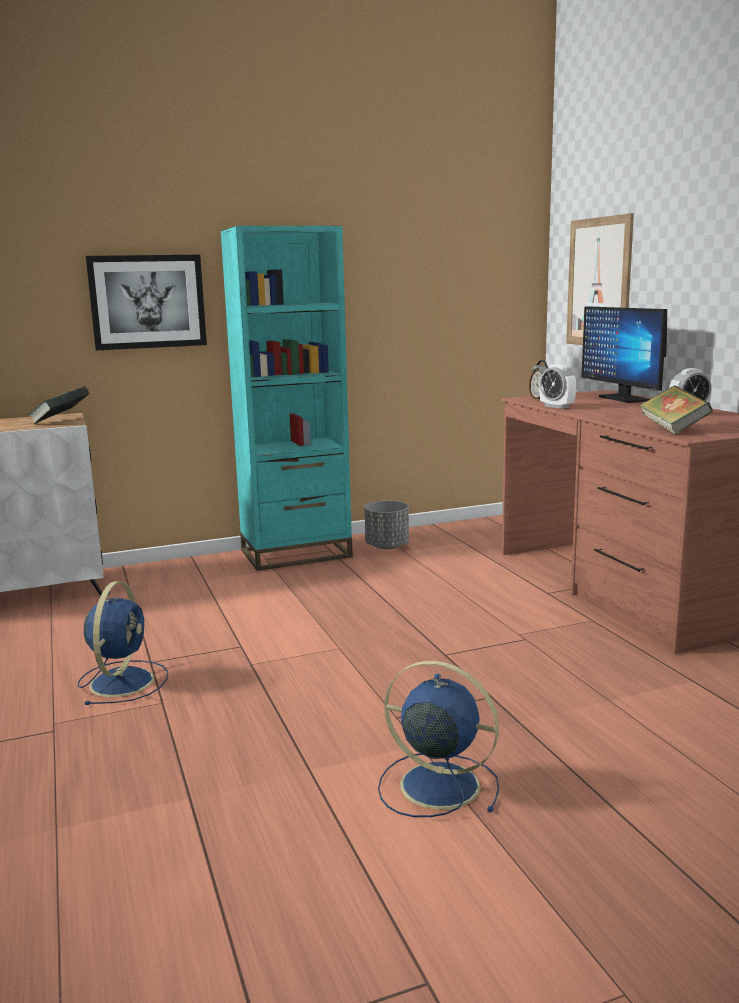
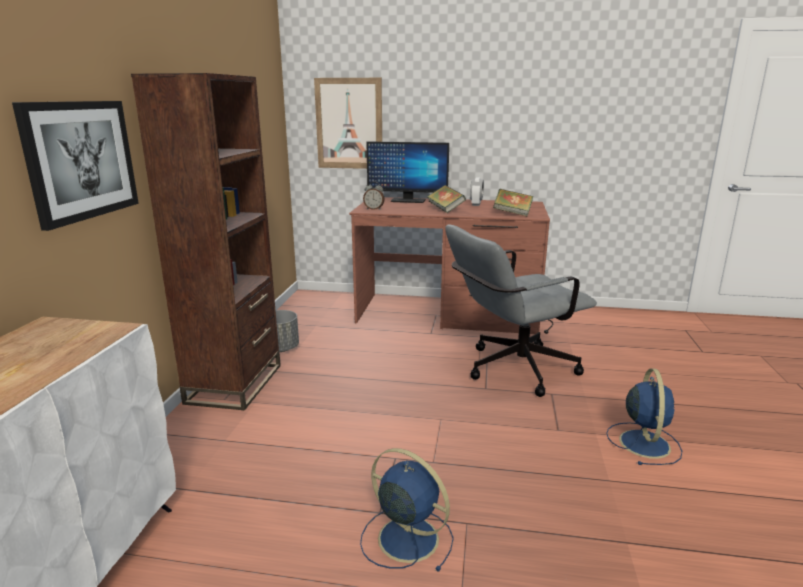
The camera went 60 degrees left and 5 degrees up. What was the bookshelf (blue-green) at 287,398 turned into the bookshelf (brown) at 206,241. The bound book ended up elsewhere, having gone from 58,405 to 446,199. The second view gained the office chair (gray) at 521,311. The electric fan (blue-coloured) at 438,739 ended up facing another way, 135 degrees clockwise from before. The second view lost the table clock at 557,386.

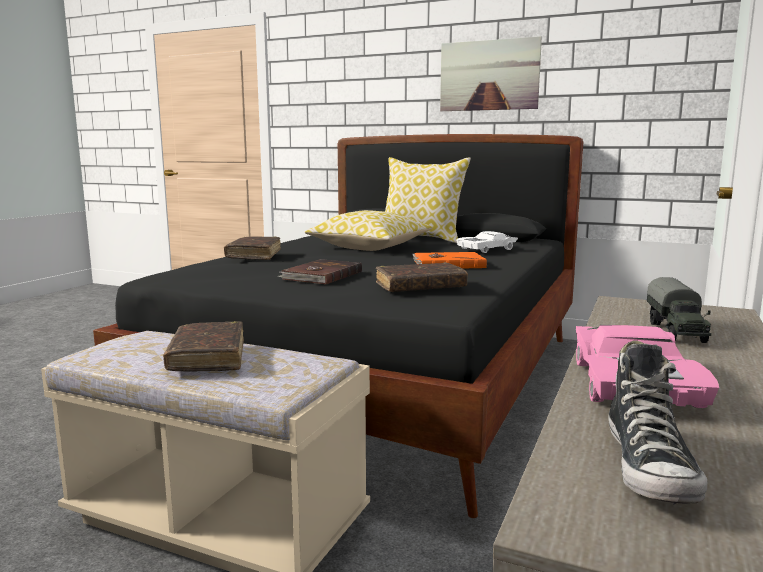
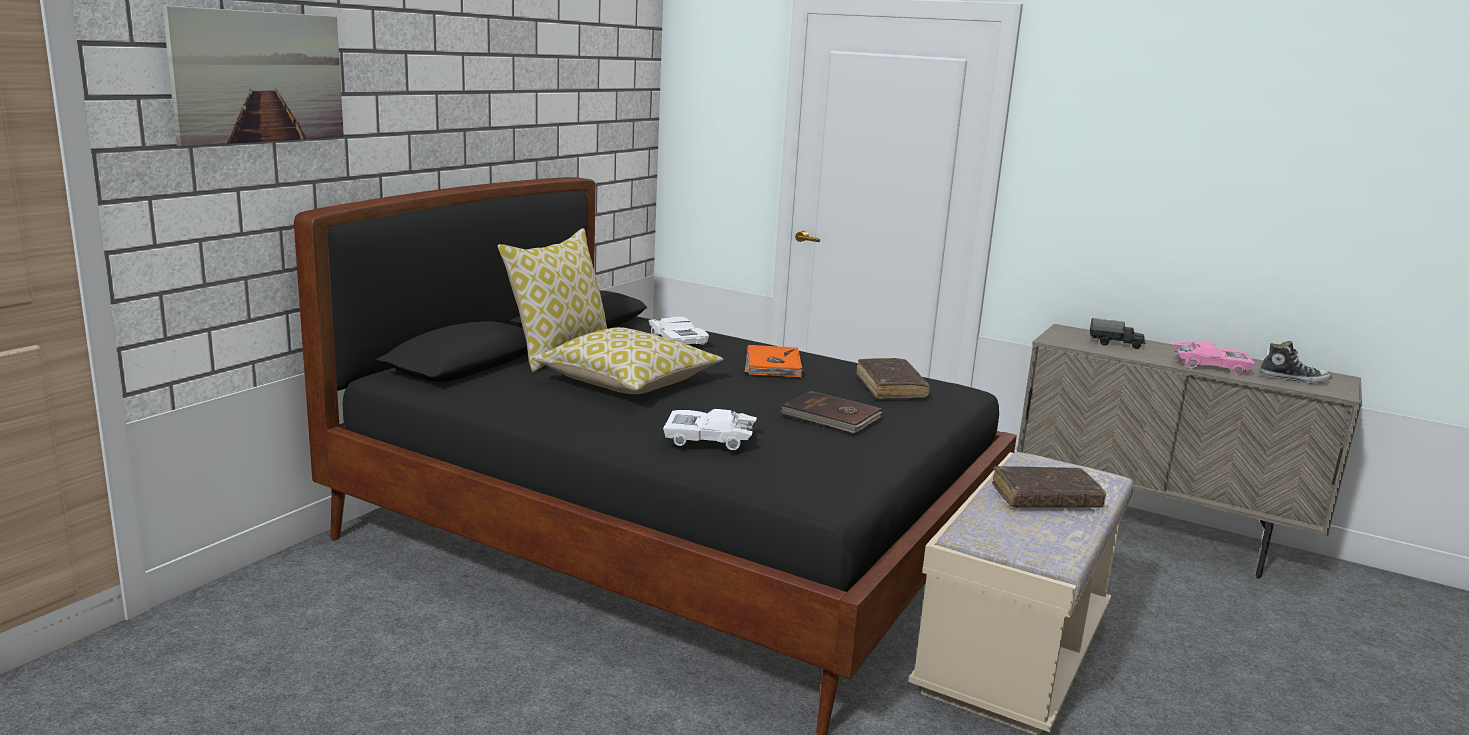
The camera went 85 degrees left and 5 degrees up. The wall picture ended up elsewhere, having gone from 491,73 to 253,75. Where the bound book (brown) stood at 252,248, the model car (white) came to stand at 710,429.

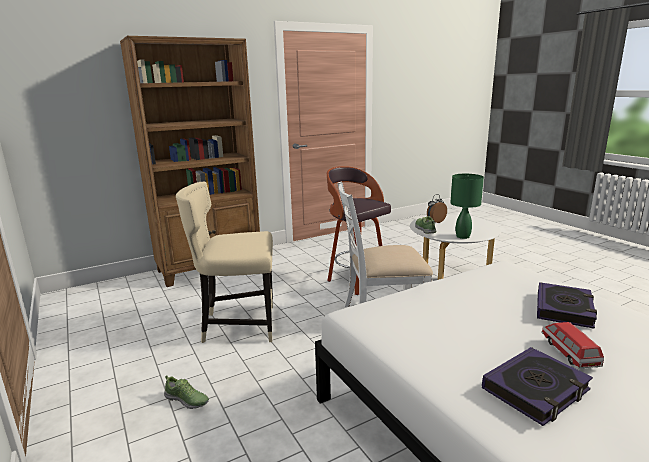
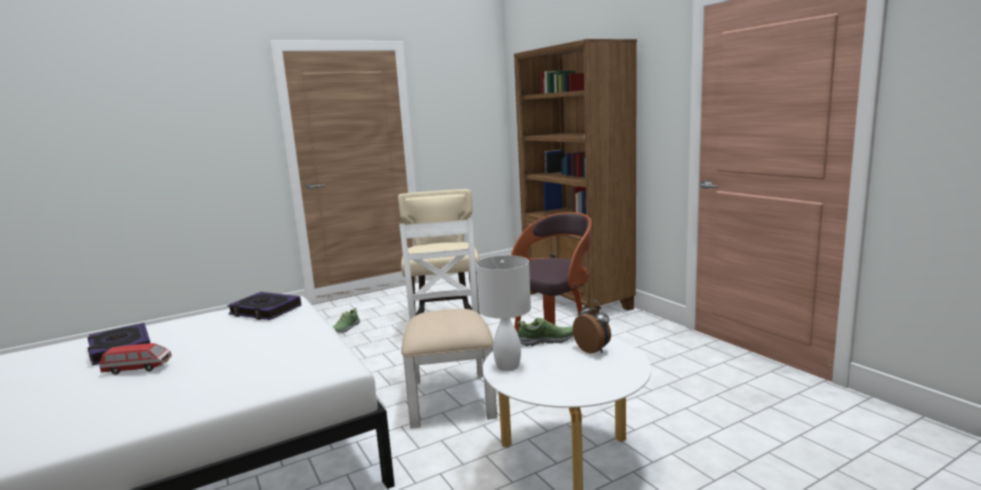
The camera went 90 degrees right and 5 degrees down. The bound book ended up elsewhere, having gone from 567,305 to 264,306. What was the table lamp (greenish) at 467,206 turned into the table lamp (white) at 503,313.

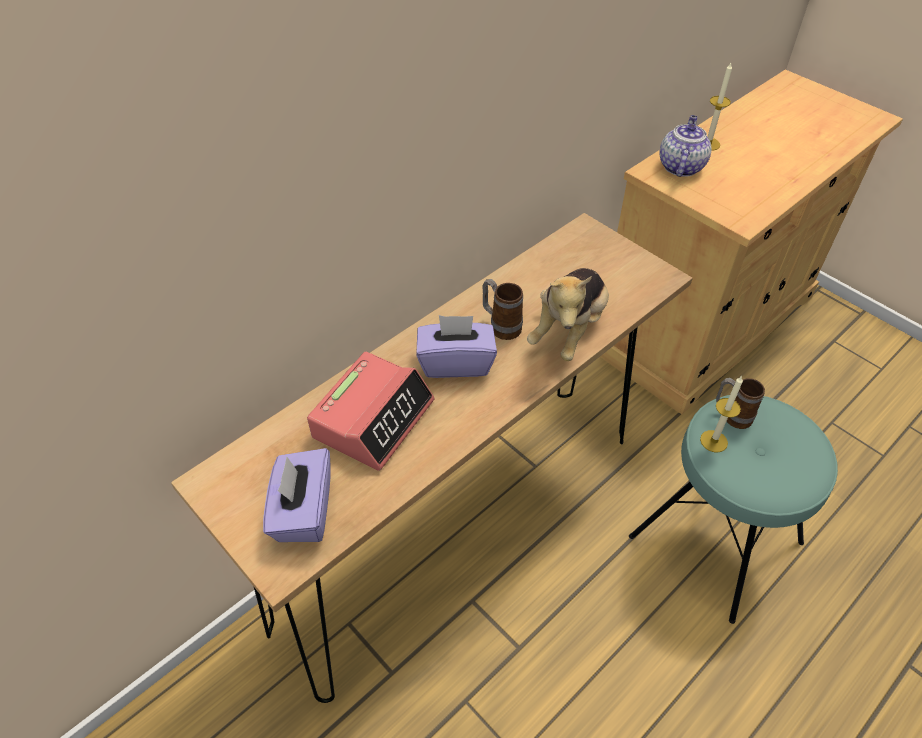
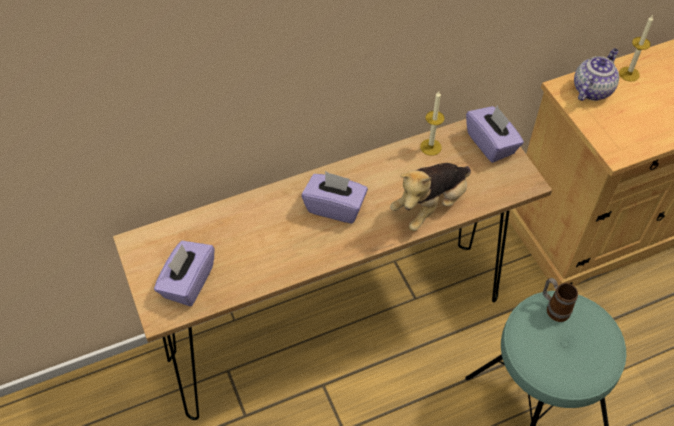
The camera went 20 degrees right and 5 degrees up. The wax light ended up elsewhere, having gone from 721,414 to 432,123. The second view gained the tissue box (purple) at 495,134. The second view lost the table clock at 371,411. The second view lost the mug at 502,309.

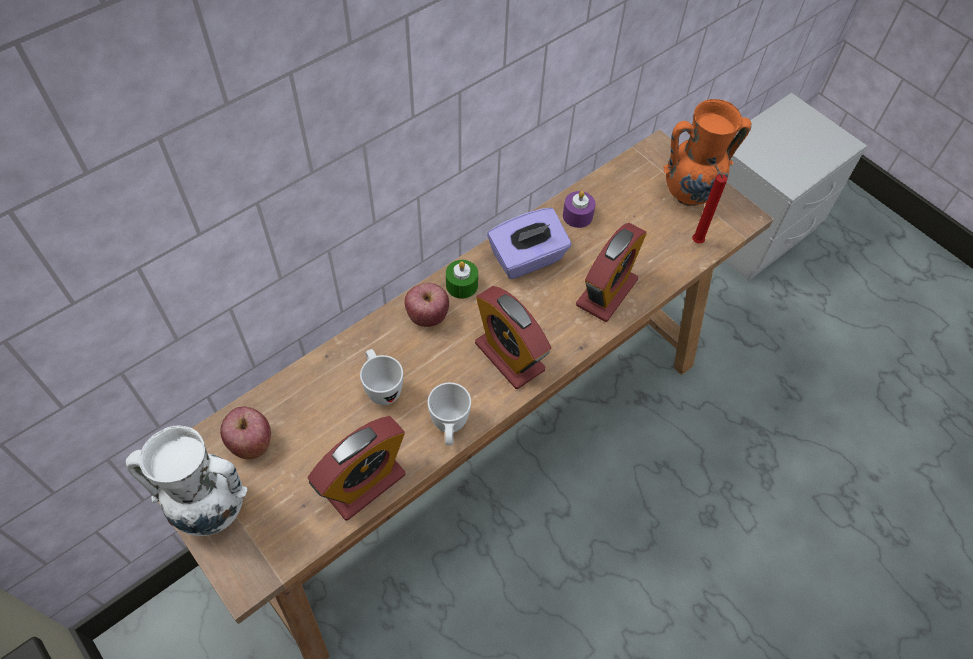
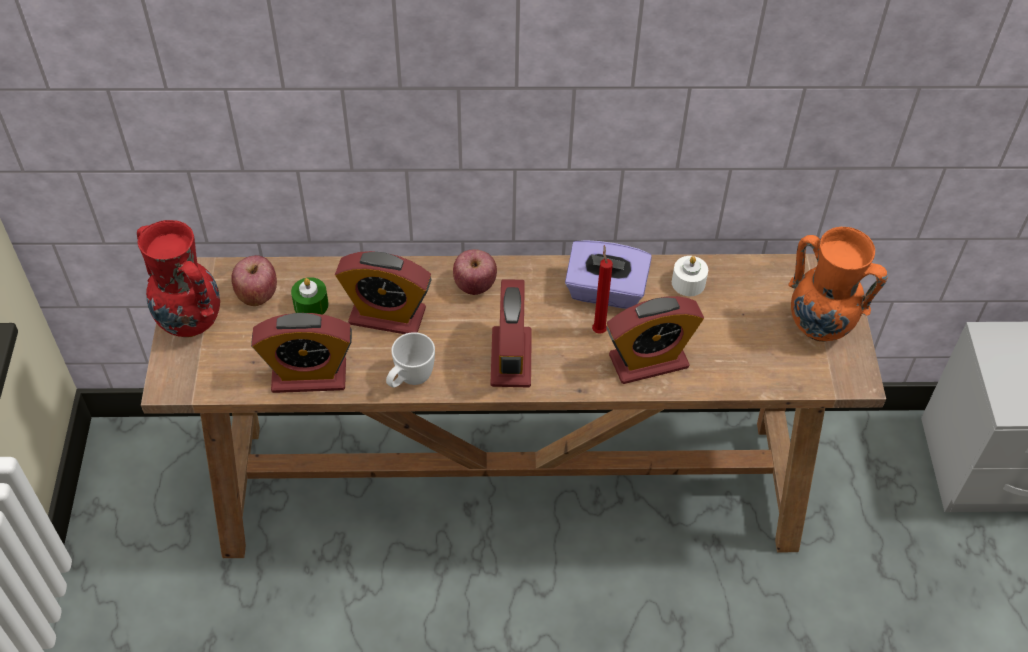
The camera went 40 degrees right and 5 degrees down. What was the decorative vase (white) at 186,480 turned into the decorative vase (reddish) at 178,279. The wax light (greenish) ended up elsewhere, having gone from 462,279 to 310,296. Where the mug (white) stood at 381,377, the table clock came to stand at 383,292. The wax light (reddish) ended up elsewhere, having gone from 709,203 to 602,289. What was the wax light (purple) at 579,209 turned into the wax light (white) at 690,276.

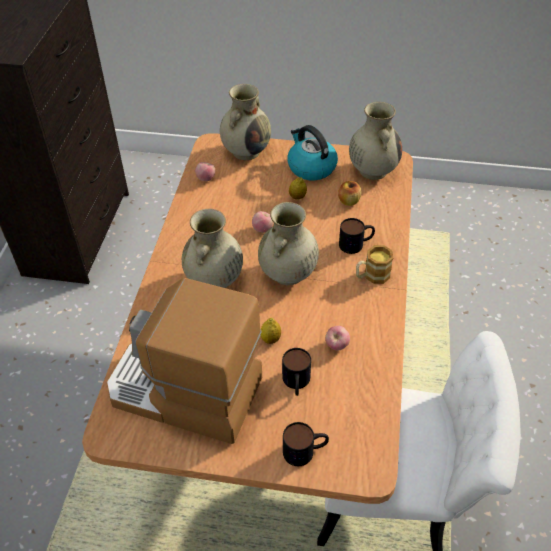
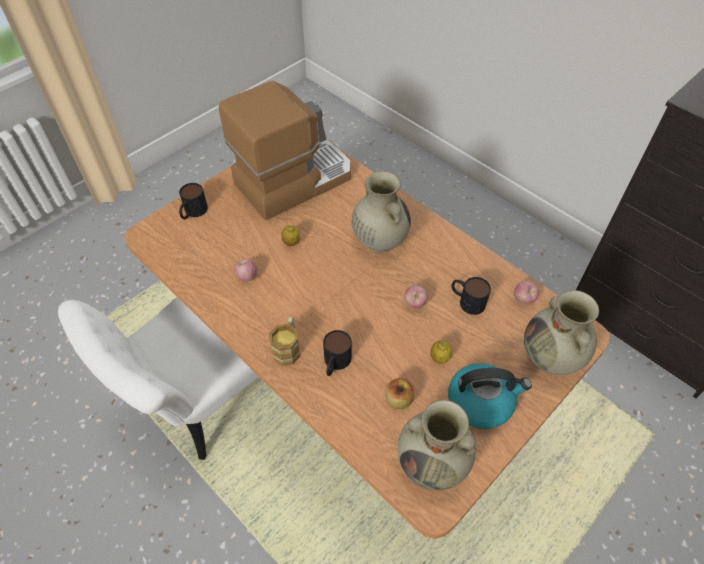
The camera went 125 degrees right and 5 degrees up. The mug ended up elsewhere, having gone from 296,372 to 471,296. The second view lost the decorative vase (sand-coloured) at 288,243.

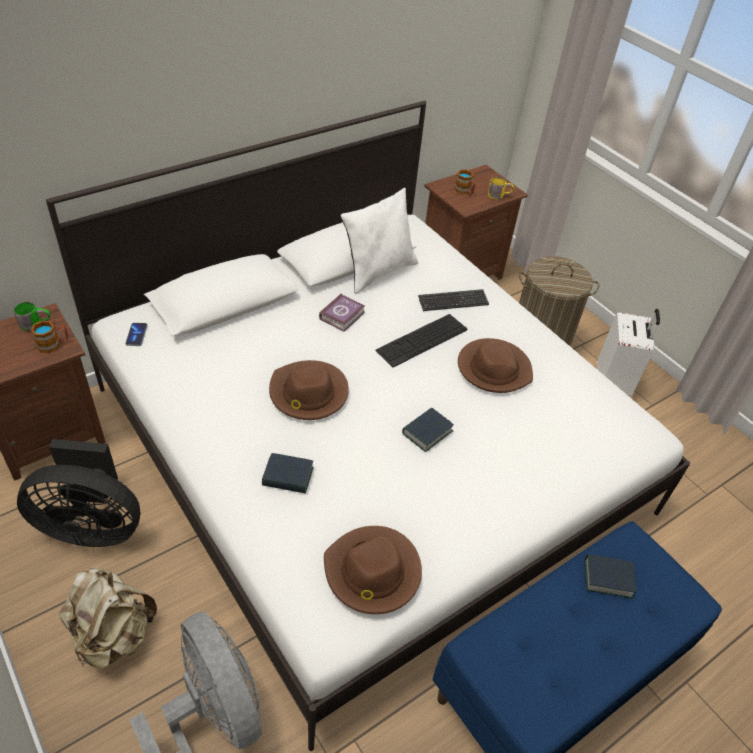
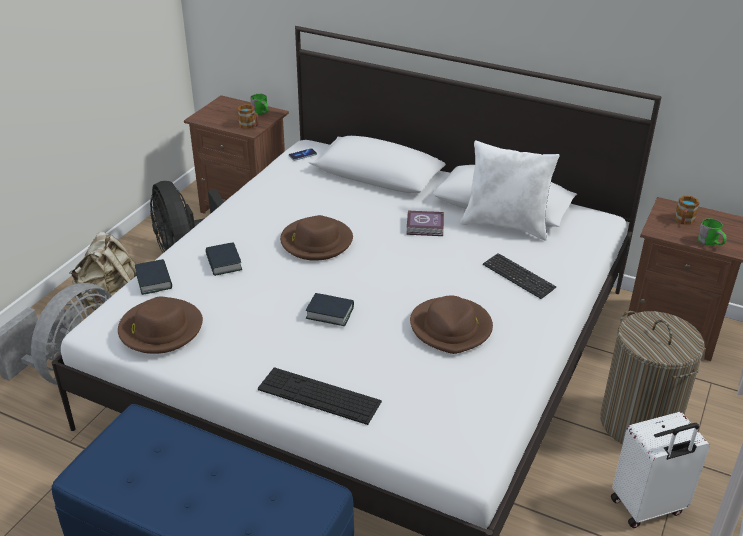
The camera went 65 degrees right and 10 degrees down. The bound book ended up elsewhere, having gone from 610,576 to 153,277. The computer keyboard ended up elsewhere, having gone from 421,341 to 320,396. What was the mug (yellow-coloured) at 501,188 turned into the mug (greenish) at 712,231.

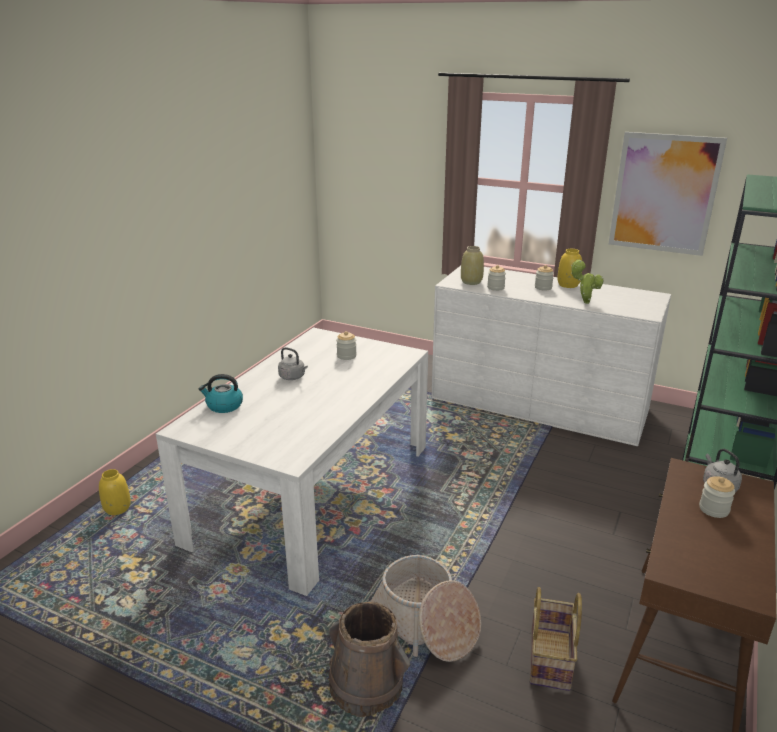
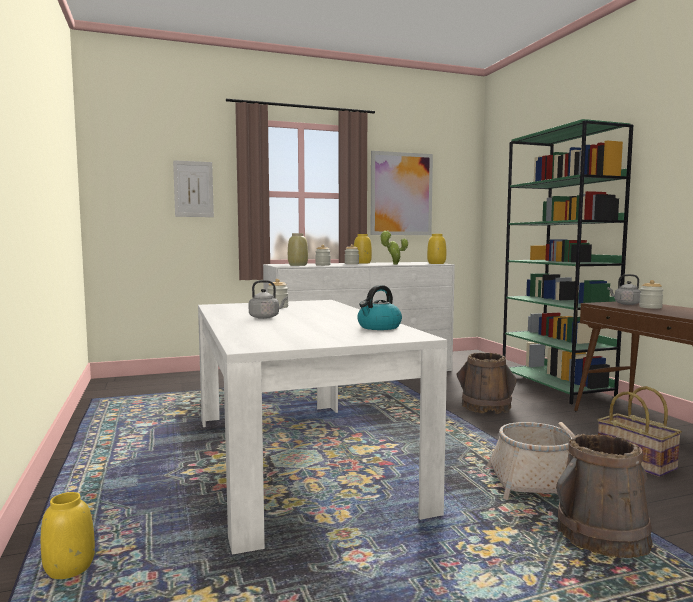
The camera went 45 degrees left and 20 degrees down. The second view gained the wall picture at 193,188. The water kettle ended up elsewhere, having gone from 221,393 to 379,307. The second view gained the decorative vase (yellow-coloured) at 436,249. The second view gained the water bucket (brown) at 487,383.

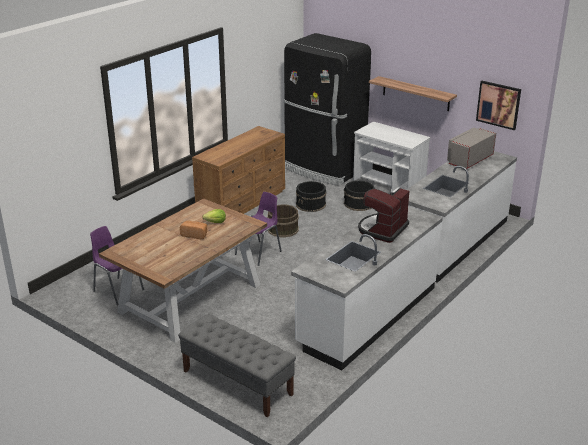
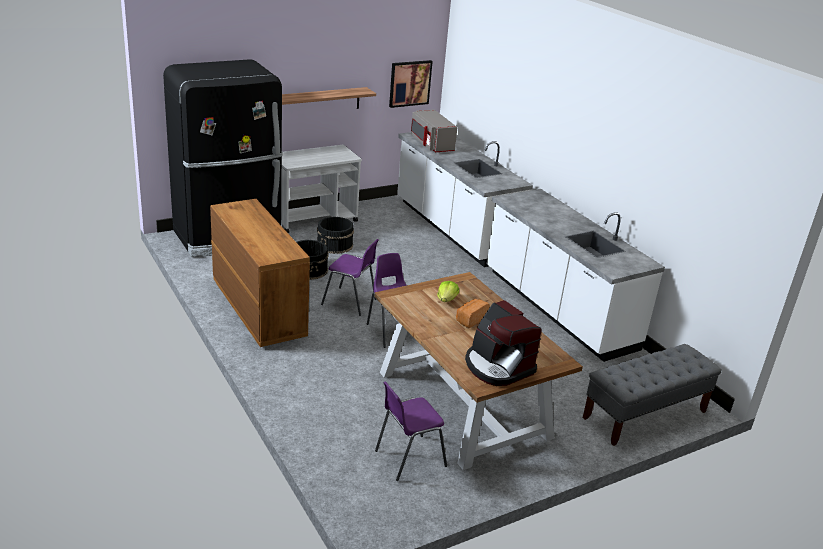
The camera went 70 degrees left and 0 degrees up. Where the water bucket (brown) stood at 283,220, the chair (purple) came to stand at 350,277. The coffee brewer ended up elsewhere, having gone from 384,215 to 503,343.

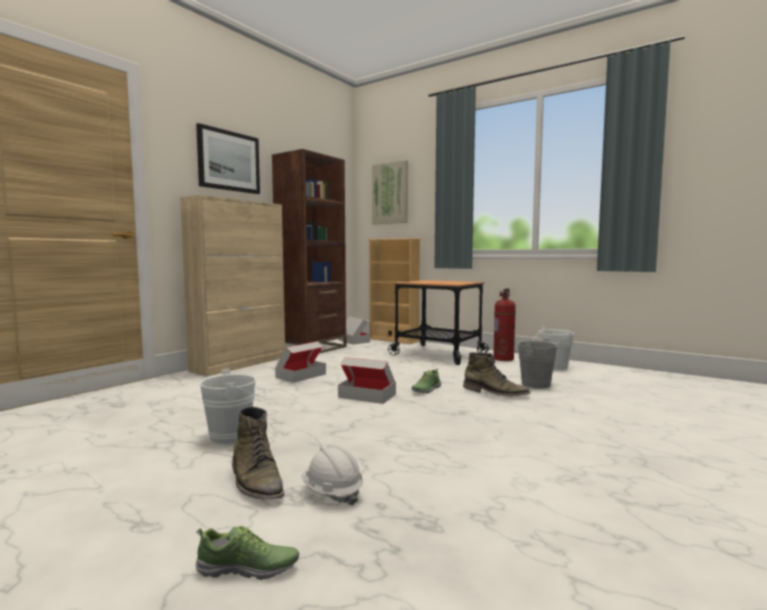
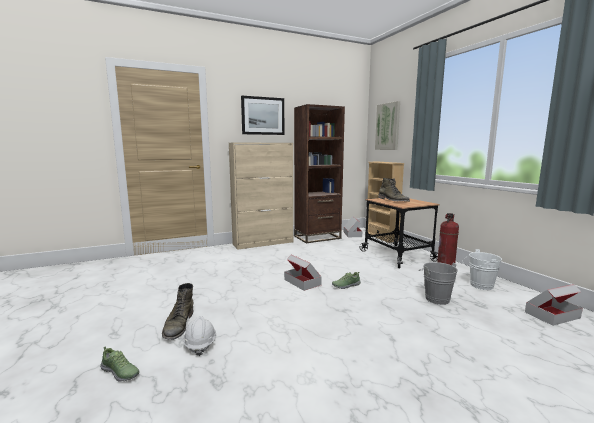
The camera went 30 degrees right and 5 degrees up. The boot (greenish) ended up elsewhere, having gone from 496,374 to 394,189. The packing box ended up elsewhere, having gone from 300,362 to 554,305. The second view lost the water bucket (white) at 232,407.

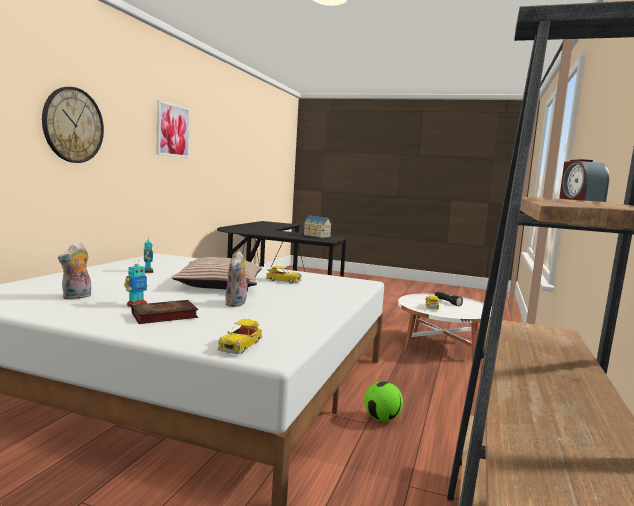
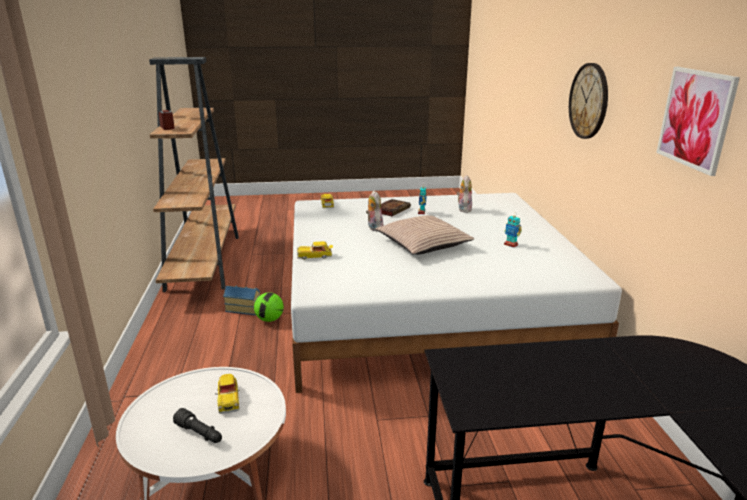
The camera went 155 degrees right and 15 degrees up. The toy house ended up elsewhere, having gone from 318,227 to 241,300. The model car ended up elsewhere, having gone from 284,275 to 315,250.

